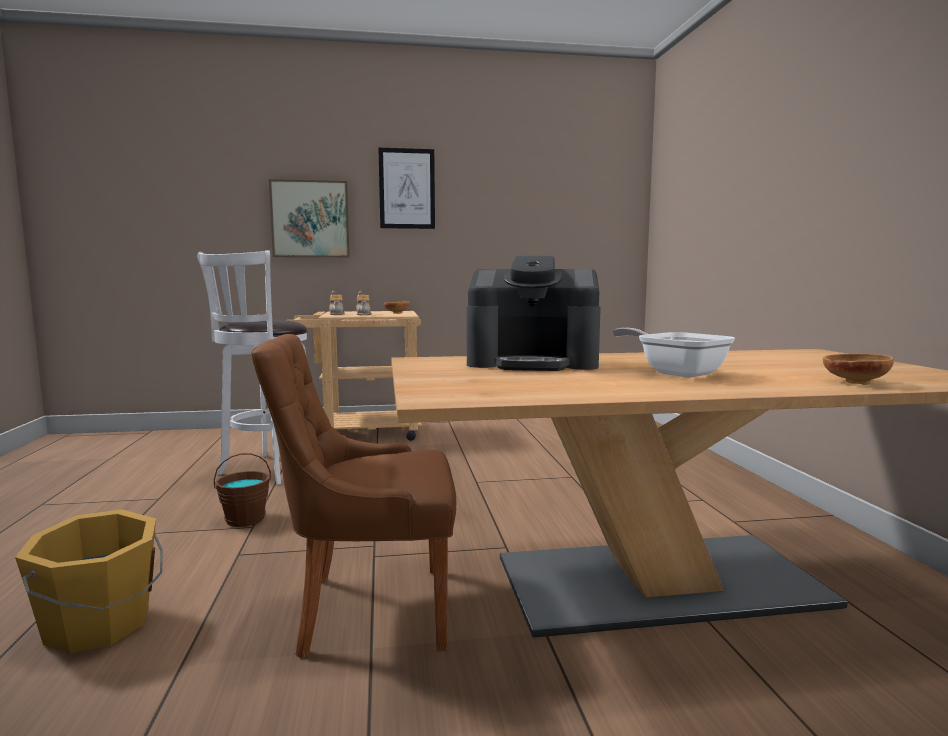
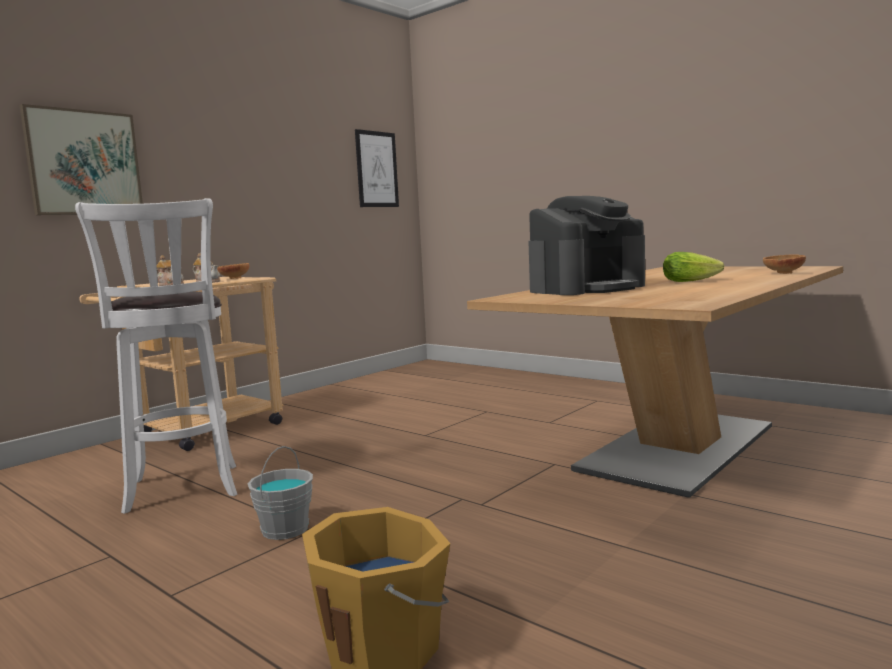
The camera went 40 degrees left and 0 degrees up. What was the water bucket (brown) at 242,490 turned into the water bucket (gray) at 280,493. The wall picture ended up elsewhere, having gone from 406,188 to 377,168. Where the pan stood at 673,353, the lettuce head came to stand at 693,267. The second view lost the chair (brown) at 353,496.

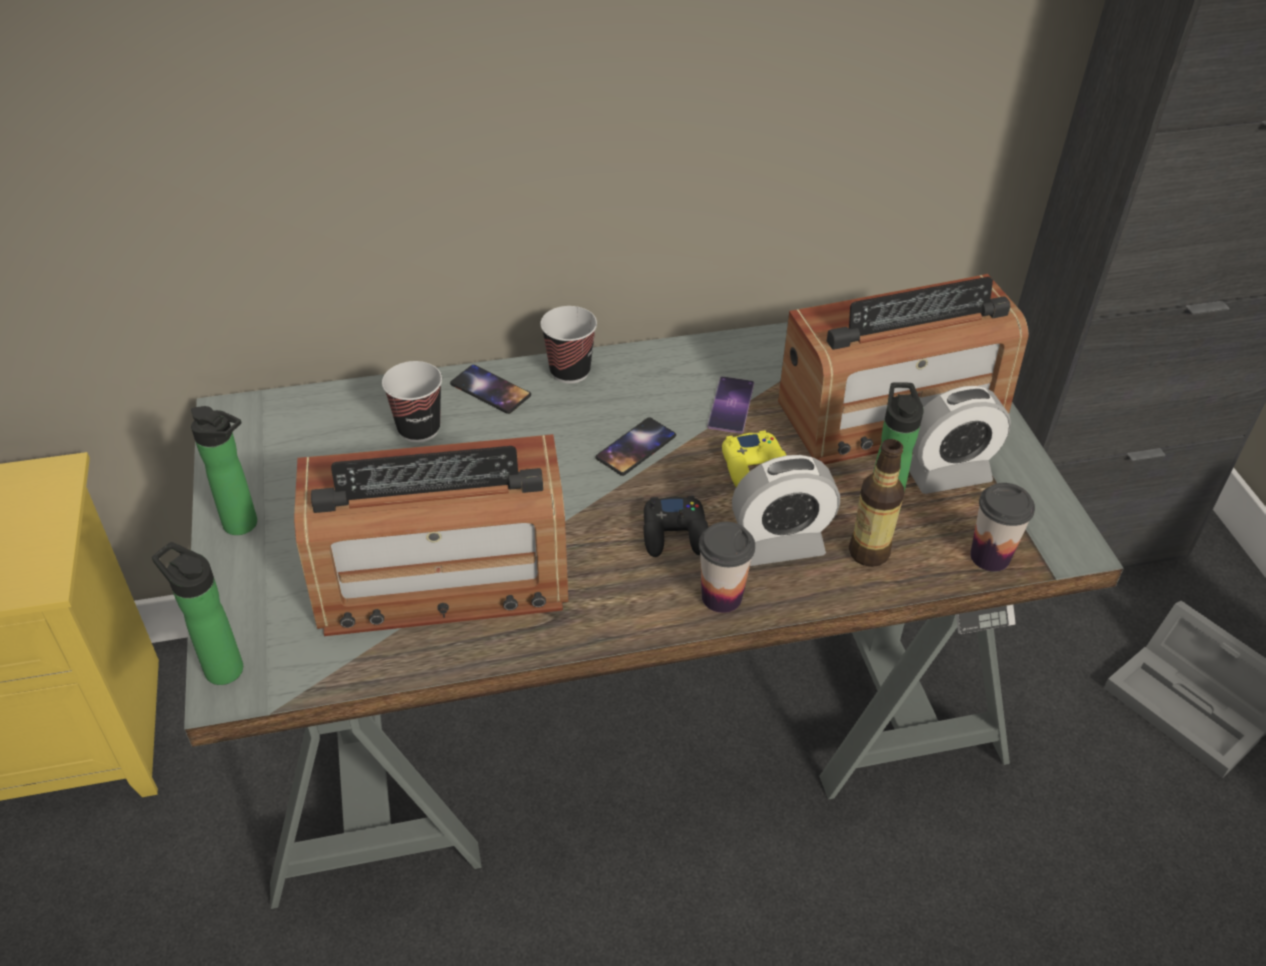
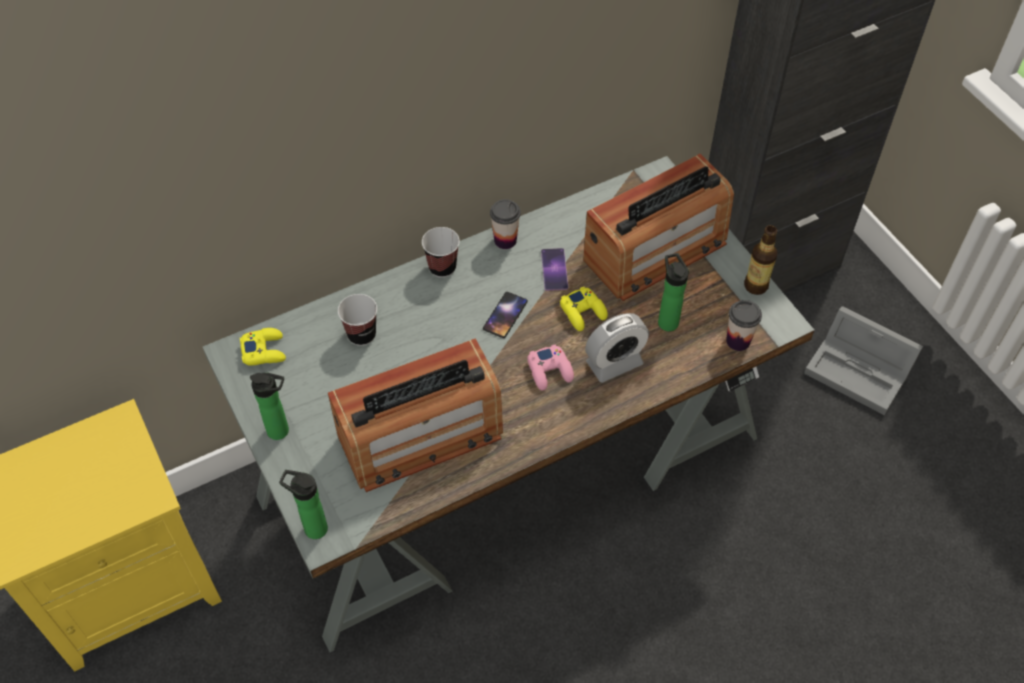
The camera went 15 degrees left and 10 degrees up. The second view gained the gamepad (yellow-coloured) at 263,347. The drinking cup ended up elsewhere, having gone from 727,567 to 505,224. What was the gamepad (black-coloured) at 675,526 turned into the gamepad (pink) at 550,368. The beverage bottle ended up elsewhere, having gone from 876,503 to 761,260. The second view lost the telephone at 490,389. The second view lost the table clock at 960,440.

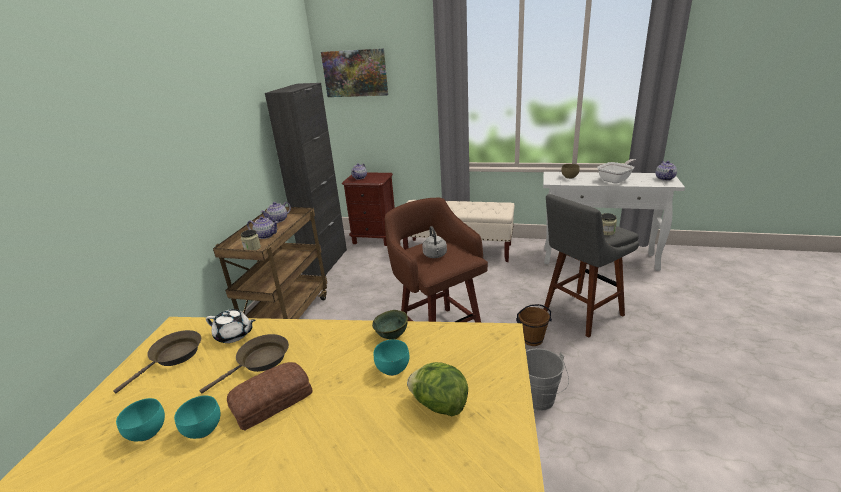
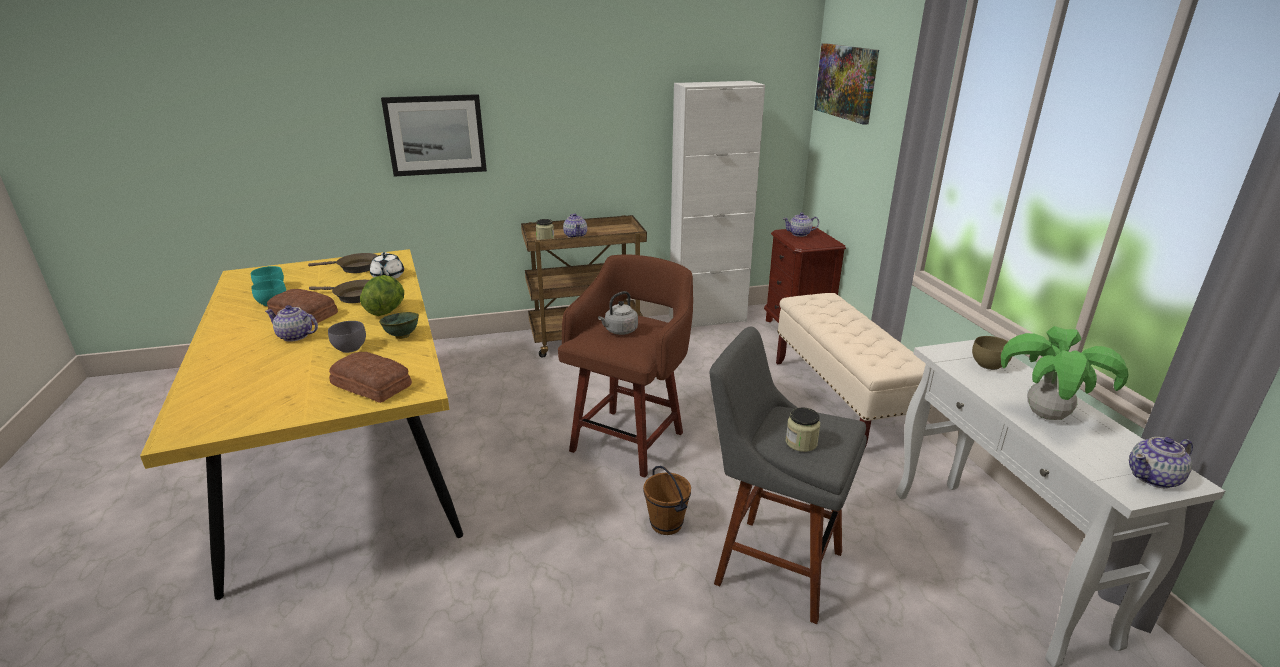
The camera went 60 degrees right and 0 degrees up. The pot for tea ended up elsewhere, having gone from 276,212 to 291,323. What was the serving bowl (blue-green) at 391,357 turned into the serving bowl (gray) at 347,337. The second view gained the bakery bread at 370,377. The lettuce head ended up elsewhere, having gone from 437,389 to 382,295. The second view gained the wall picture at 434,135. What was the cupboard (black-coloured) at 306,179 turned into the cupboard (white) at 717,204. Where the pan stood at 616,171, the houseplant came to stand at 1064,373. The second view lost the water bucket (gray) at 547,379.

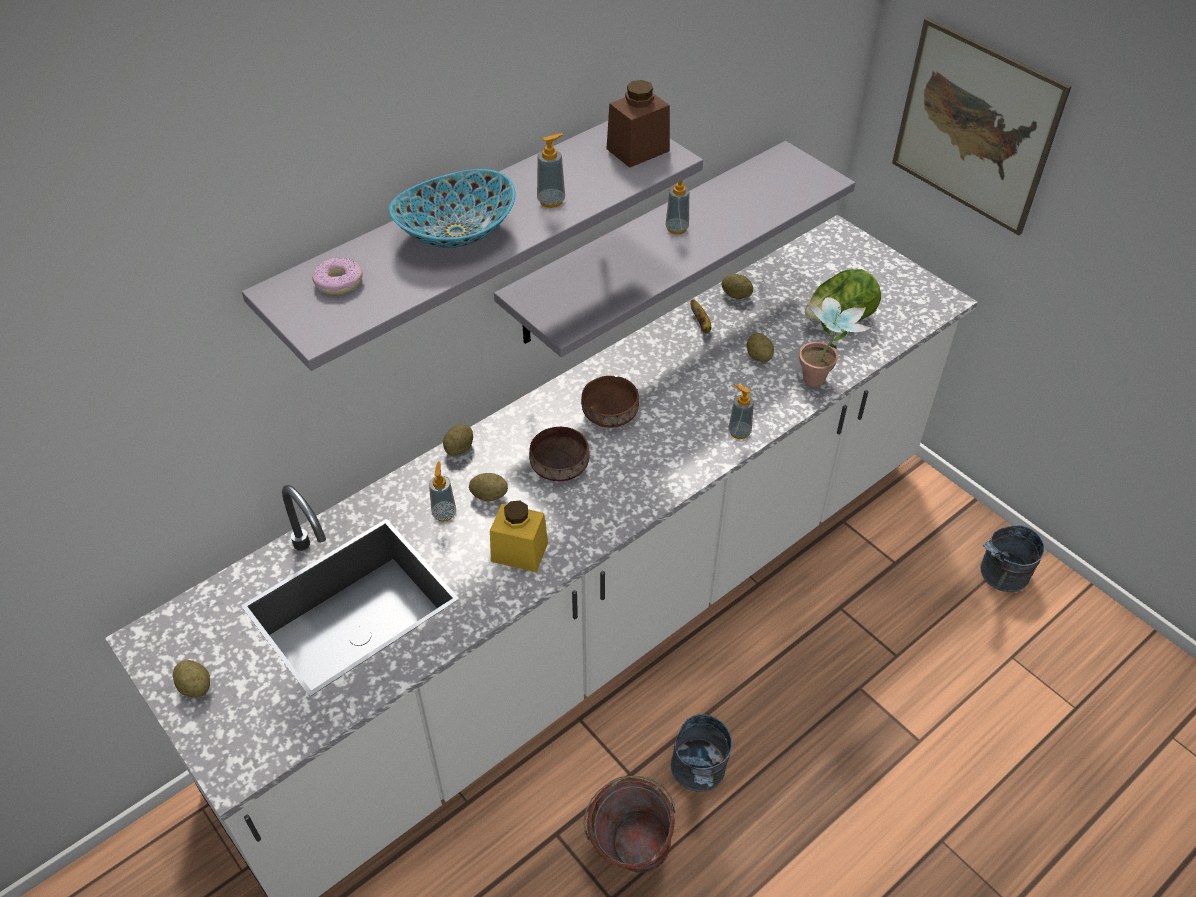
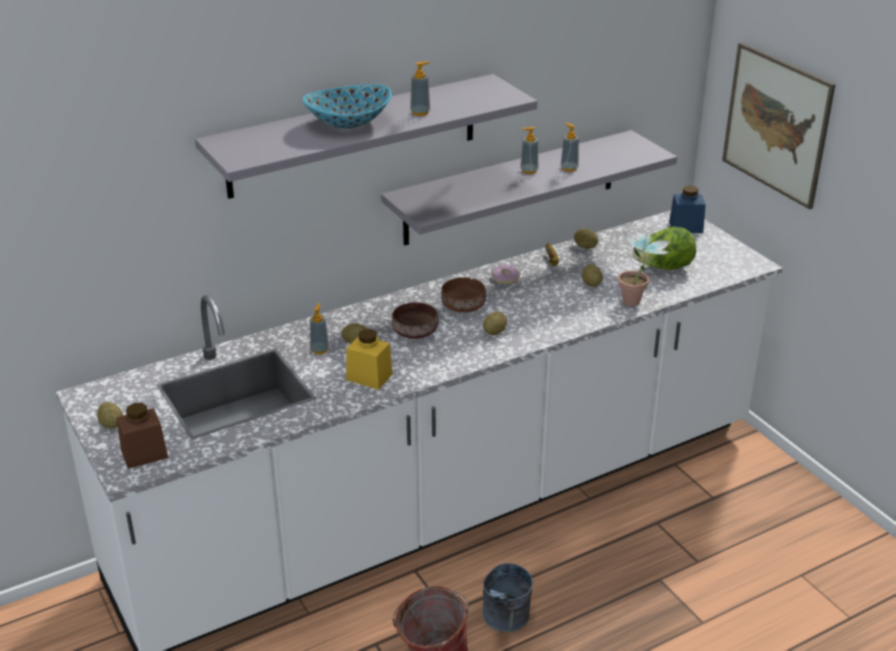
The camera went 10 degrees right and 15 degrees down. The storage jar (brown) ended up elsewhere, having gone from 638,124 to 142,436. The whole potato ended up elsewhere, having gone from 458,440 to 495,323. The ring doughnut ended up elsewhere, having gone from 337,276 to 506,274. The soap dispenser ended up elsewhere, having gone from 741,411 to 570,147. The second view gained the storage jar (blue-coloured) at 687,209. The second view lost the water bucket (gray) at 1012,558.

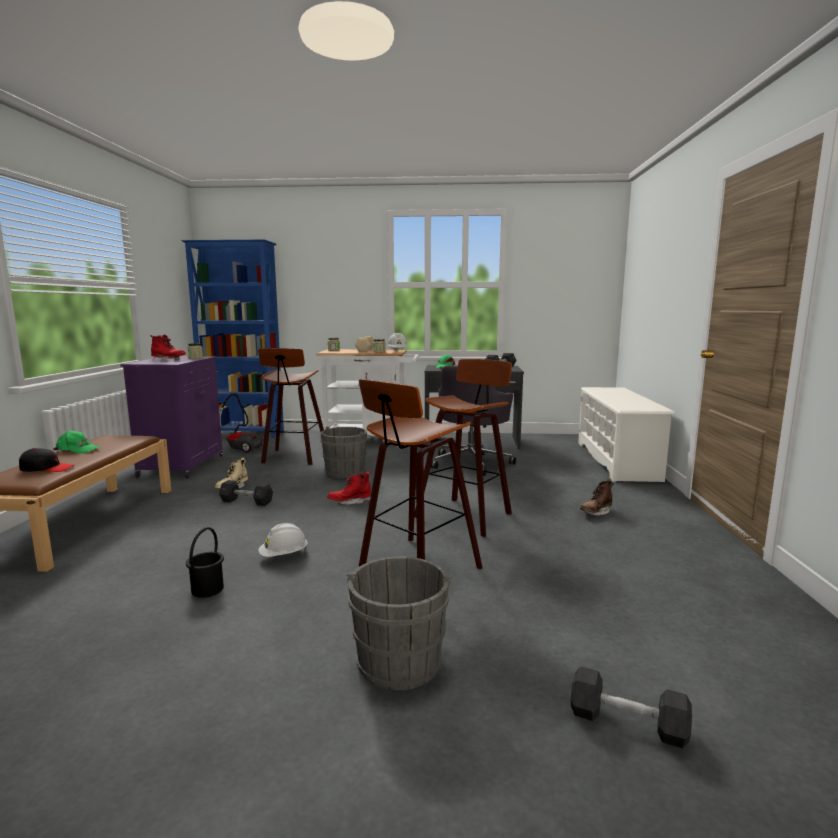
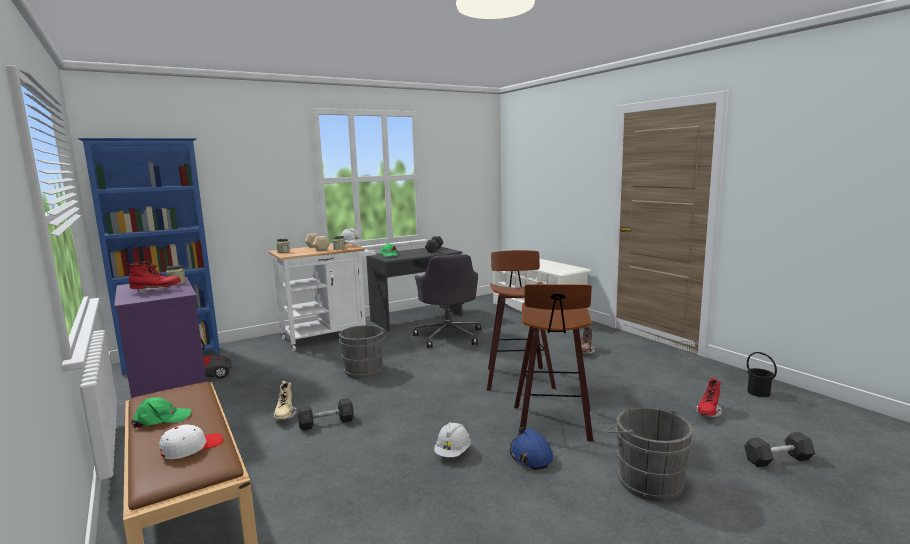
The camera went 35 degrees left and 0 degrees up. What was the cap (black-coloured) at 46,460 turned into the cap (white) at 191,441. The second view gained the safety helmet (blue-coloured) at 531,448. The boot (reddish) ended up elsewhere, having gone from 349,488 to 708,397. The water bucket (black-coloured) ended up elsewhere, having gone from 205,562 to 762,374. The second view lost the stool at 291,406.

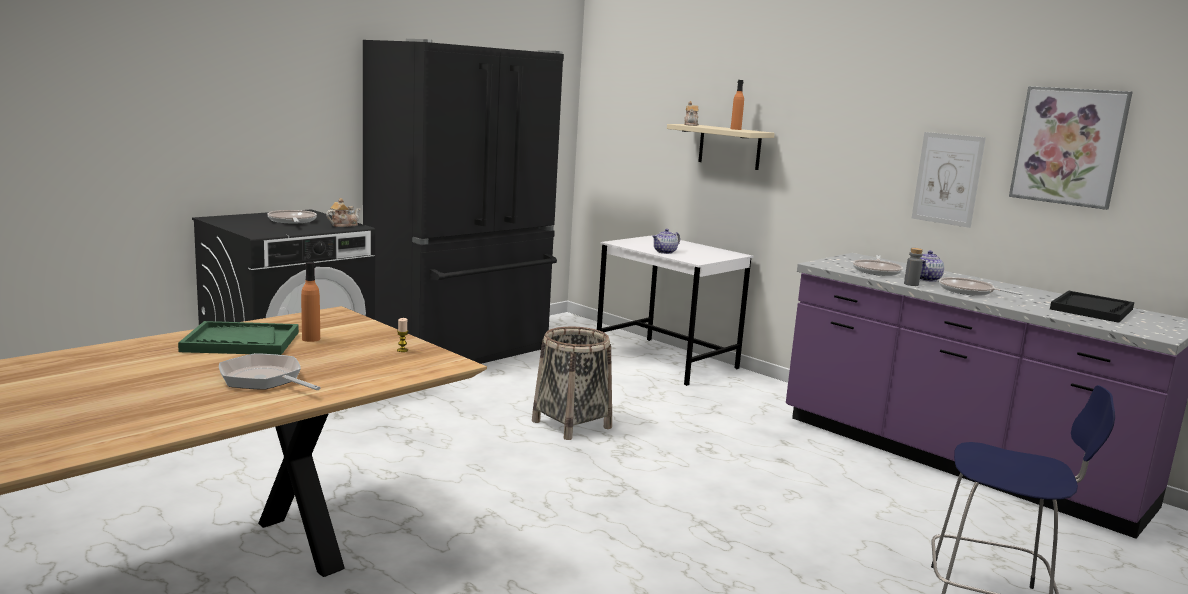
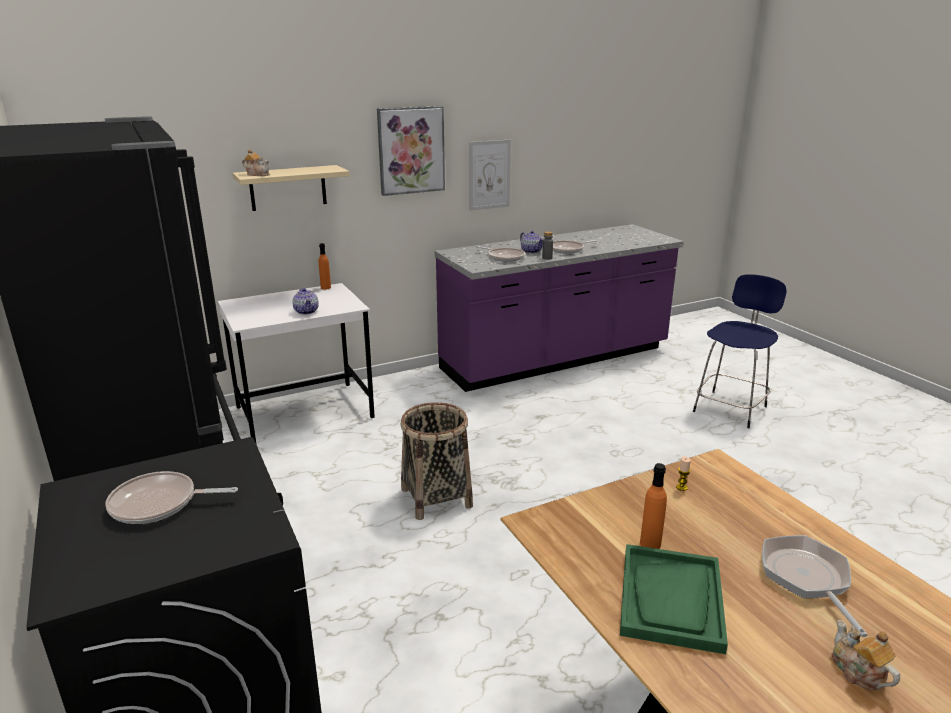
The camera went 70 degrees left and 10 degrees up. The beverage bottle (orange-coloured) ended up elsewhere, having gone from 737,105 to 324,266. The wall picture ended up elsewhere, having gone from 1071,148 to 411,151. The pan at 270,371 ended up facing another way, 120 degrees clockwise from before. The pot for tea ended up elsewhere, having gone from 343,212 to 866,655. The second view lost the carrying tray (black-coloured) at 1092,307.

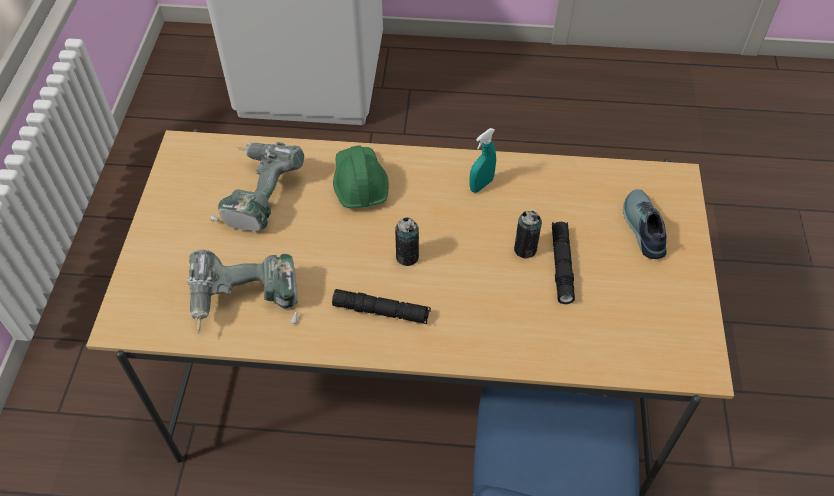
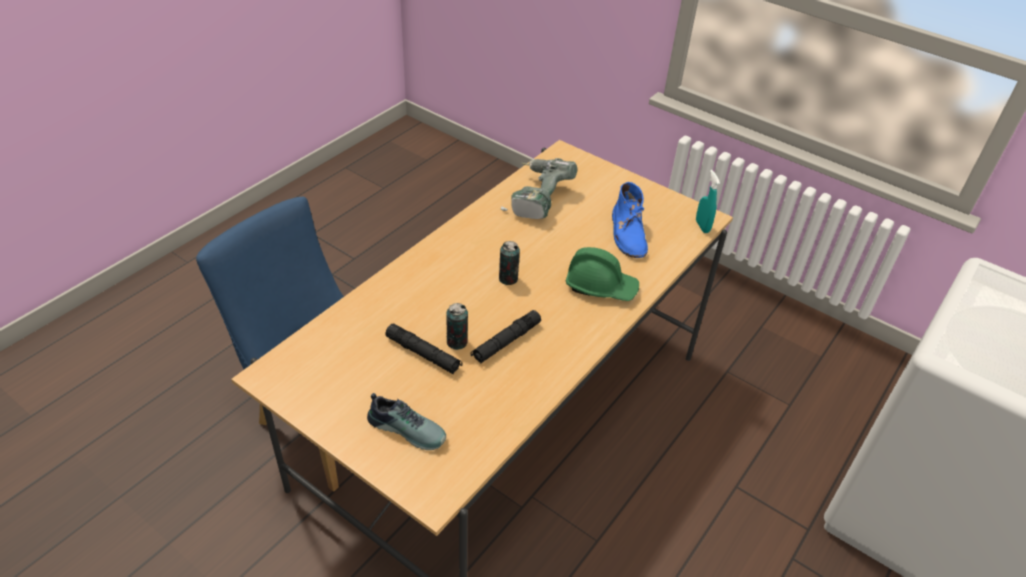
The camera went 120 degrees right and 10 degrees down. The hand torch (black-coloured) ended up elsewhere, having gone from 381,306 to 506,337. Where the electric drill stood at 257,186, the boot (blue-coloured) came to stand at 630,220. The sprayer (blue-green) ended up elsewhere, having gone from 482,160 to 708,201.

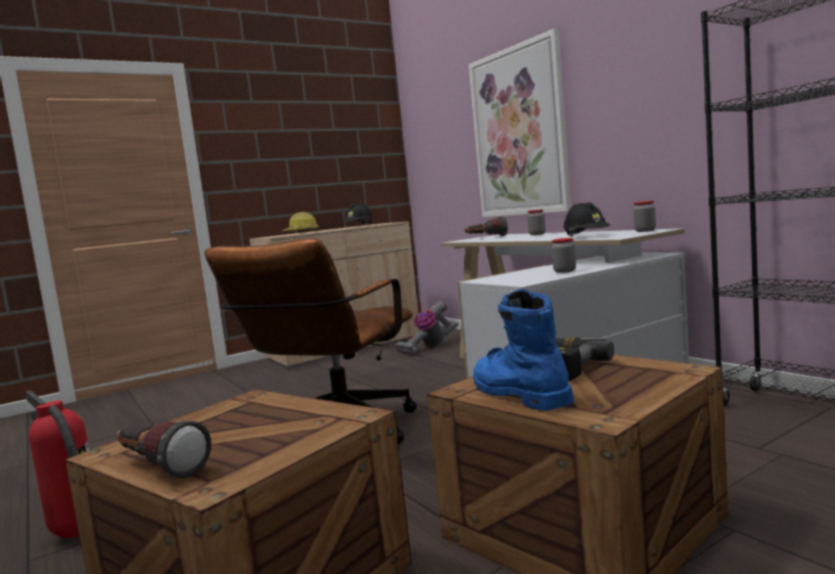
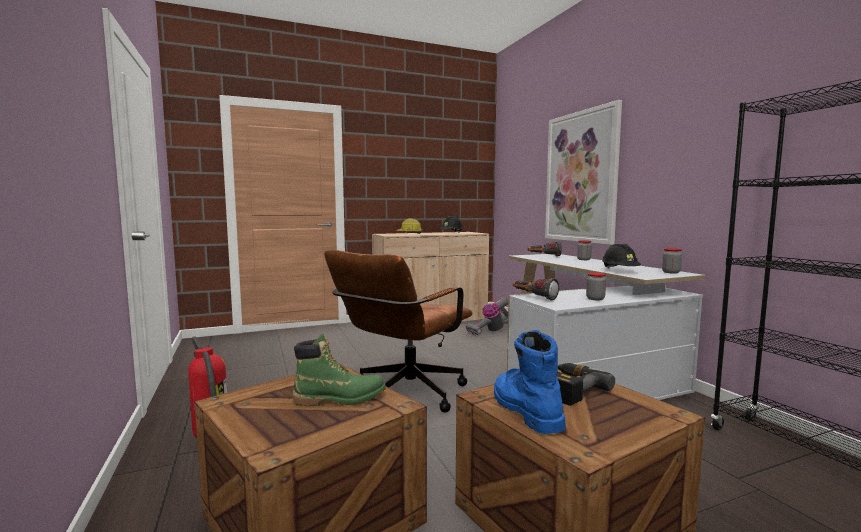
The camera went 10 degrees right and 0 degrees up. The second view gained the boot (greenish) at 339,369. The hand torch ended up elsewhere, having gone from 164,449 to 536,289.

